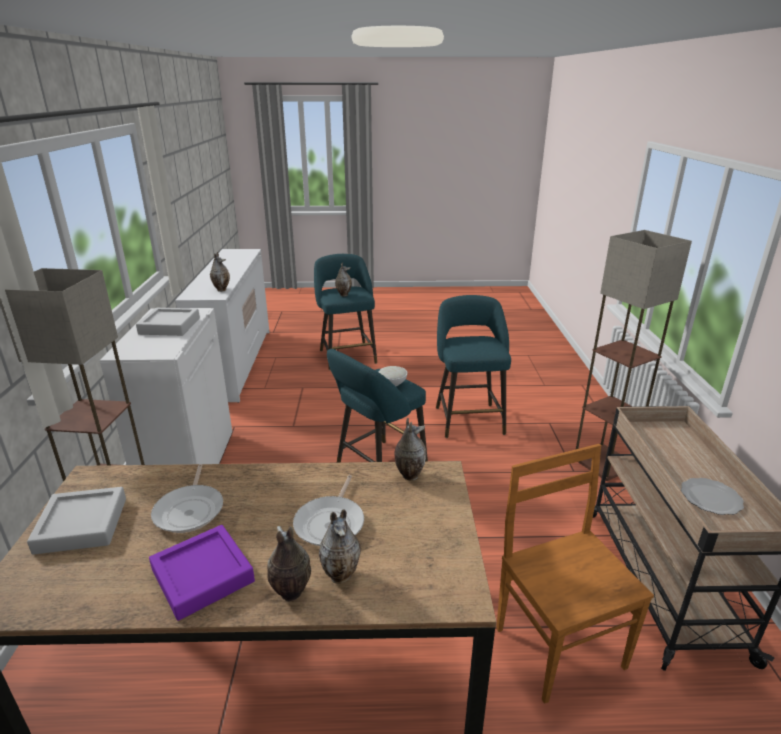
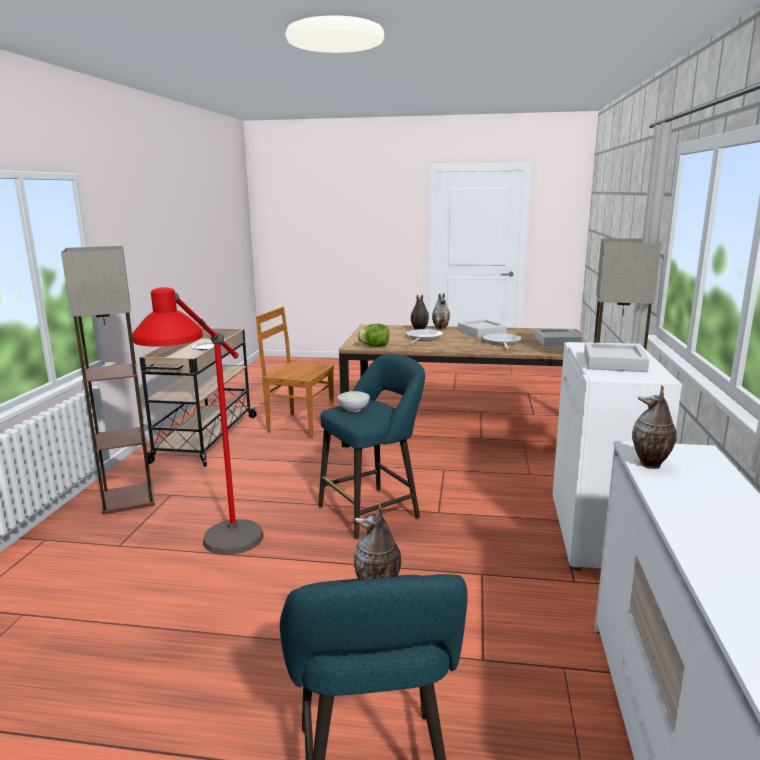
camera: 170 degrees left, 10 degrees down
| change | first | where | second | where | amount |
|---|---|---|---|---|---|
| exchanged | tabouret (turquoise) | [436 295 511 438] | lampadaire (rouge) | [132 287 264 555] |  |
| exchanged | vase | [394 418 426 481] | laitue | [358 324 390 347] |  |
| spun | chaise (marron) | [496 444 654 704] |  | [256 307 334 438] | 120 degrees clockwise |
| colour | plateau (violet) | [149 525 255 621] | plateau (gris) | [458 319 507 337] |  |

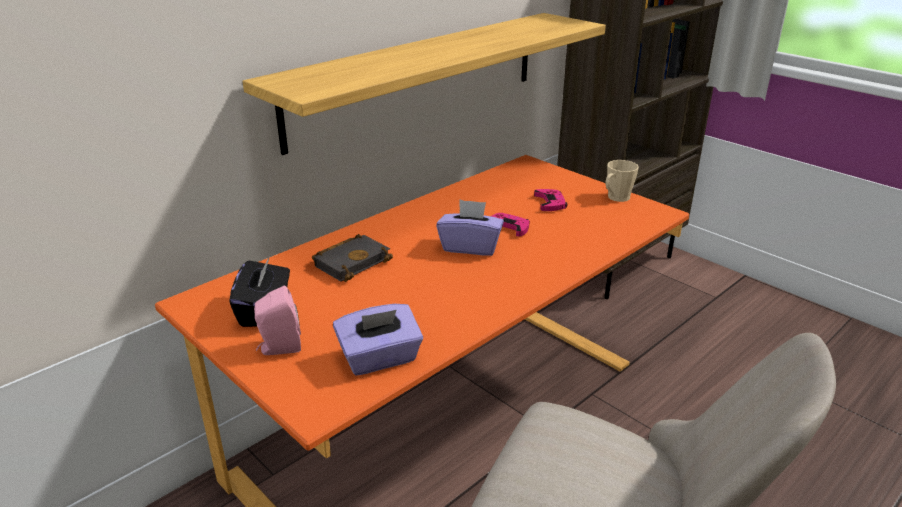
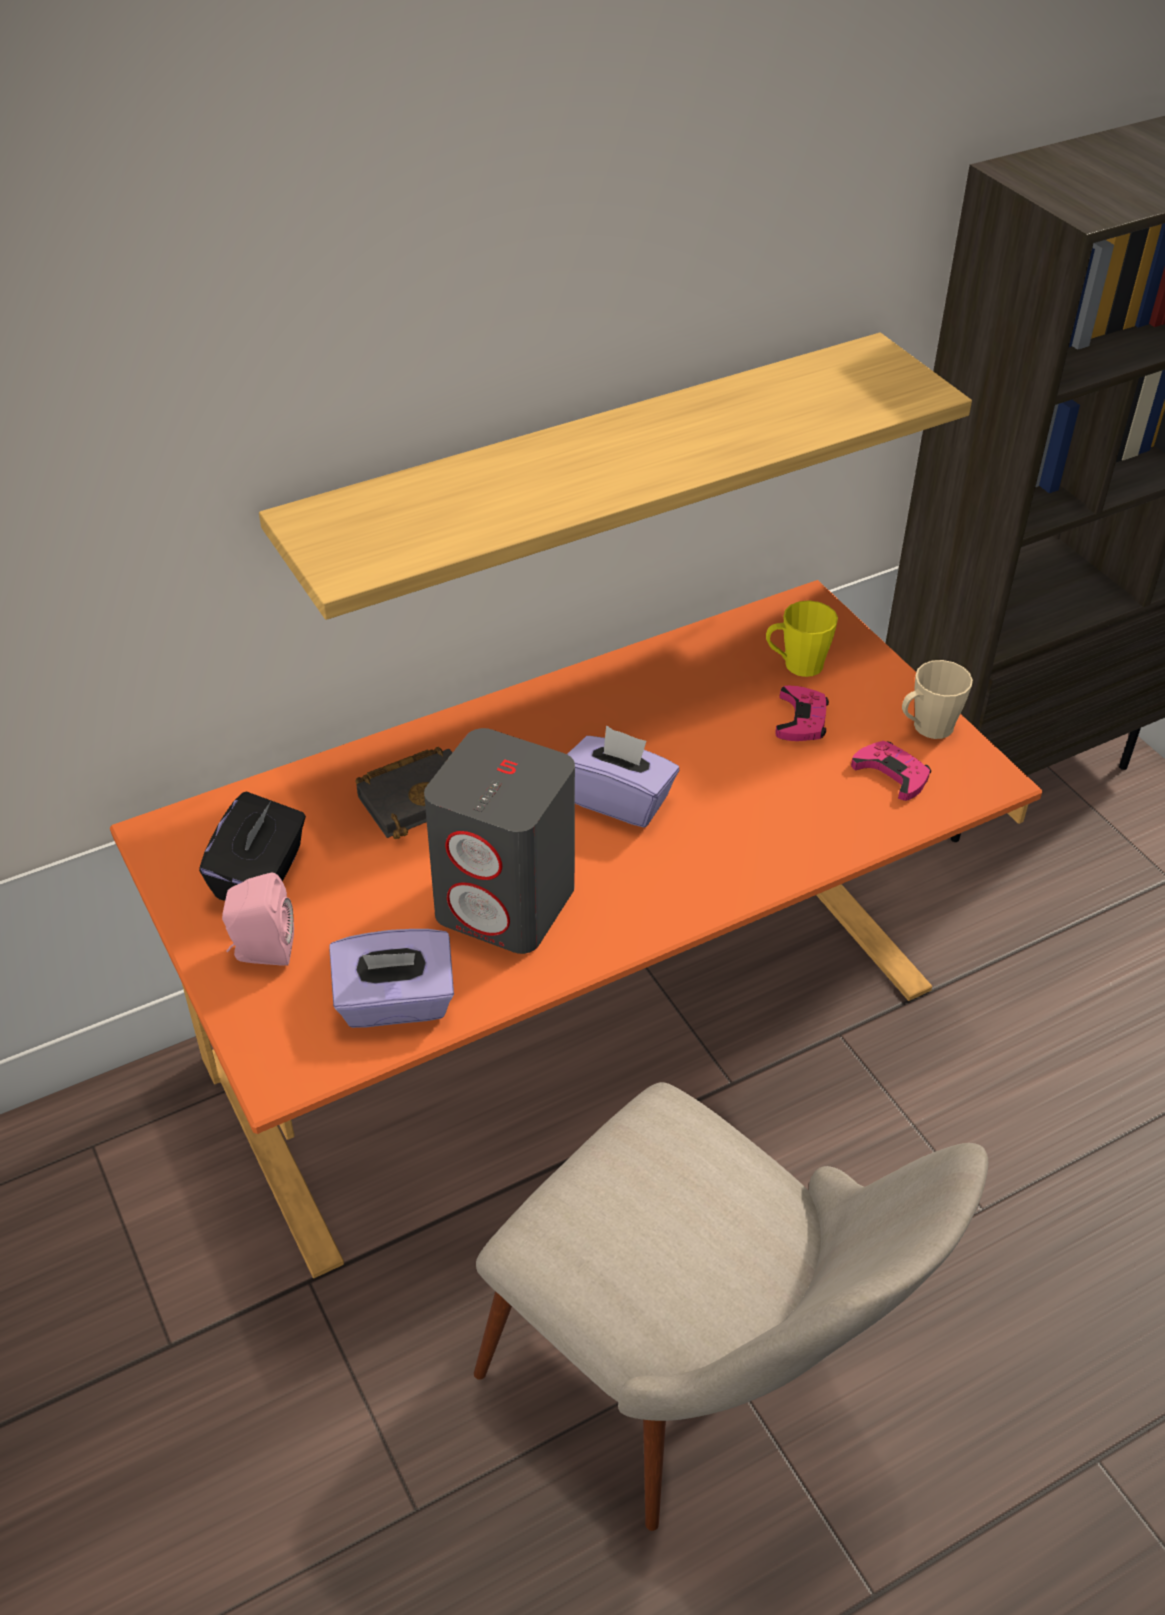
camera: 15 degrees right, 15 degrees up
| change | first | where | second | where | amount |
|---|---|---|---|---|---|
| relocated | manette (rose) | [491 213 530 236] |  | [851 741 931 801] |  |
| appeared |  |  | mug (jaune) | [766 600 838 677] |  |
| appeared |  |  | enceinte (gris) | [424 728 575 954] |  |

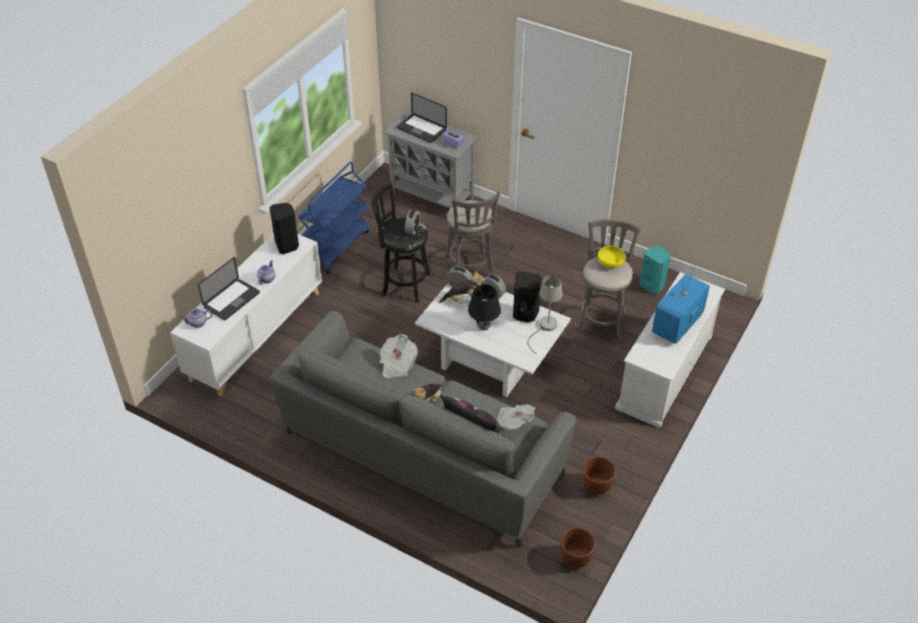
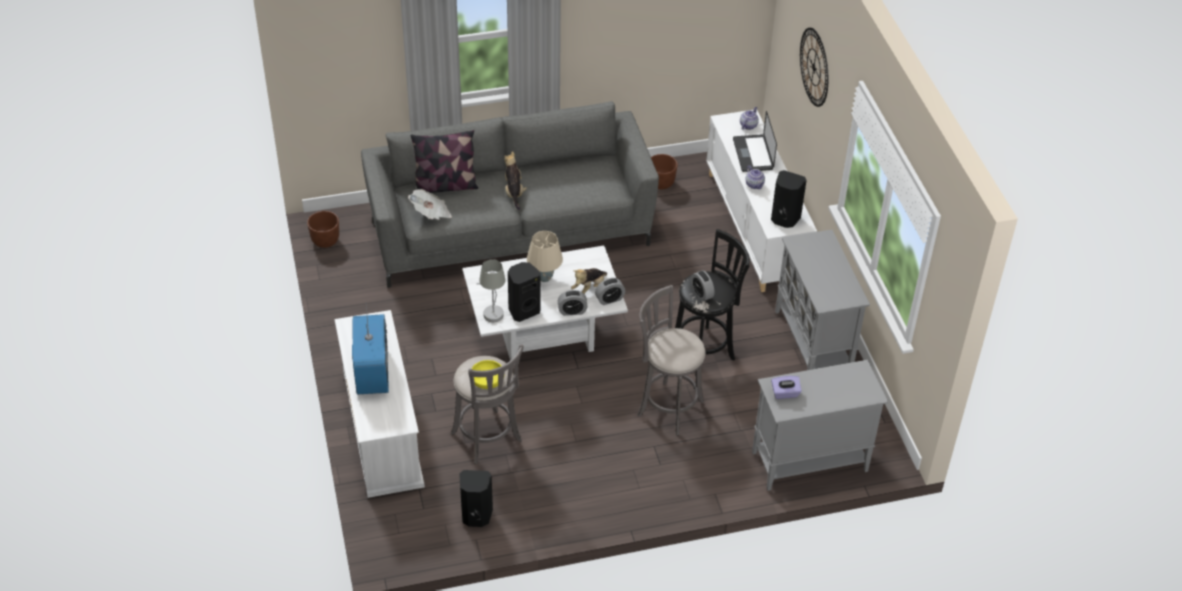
camera: 135 degrees right, 0 degrees up
| change | first | where | second | where | amount |
|---|---|---|---|---|---|
| missing | ordinateur portable | [397 92 447 143] |  |  |  |
| exchanged | chariot (bleu) | [298 161 370 274] | meuble de rangement (gris) | [775 230 870 370] |  |
| colour | enceinte (turquoise) | [639 246 671 294] | enceinte (noir) | [459 470 493 527] |  |
| colour | lampe de table (noir) | [468 284 501 331] | lampe de table (beige) | [527 231 563 282] |  |
| missing | journal | [379 334 418 378] |  |  |  |
| relocated | cache-pot (marron) | [583 457 616 495] |  | [651 154 678 189] |  |
| appeared |  |  | horloge murale | [800 28 828 107] |  |

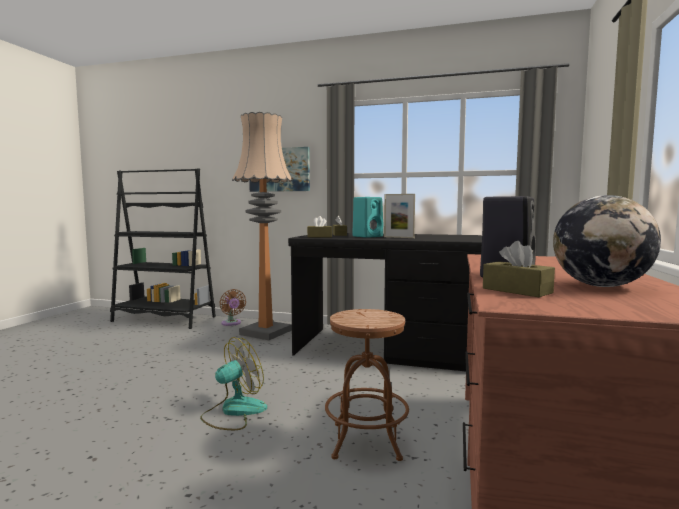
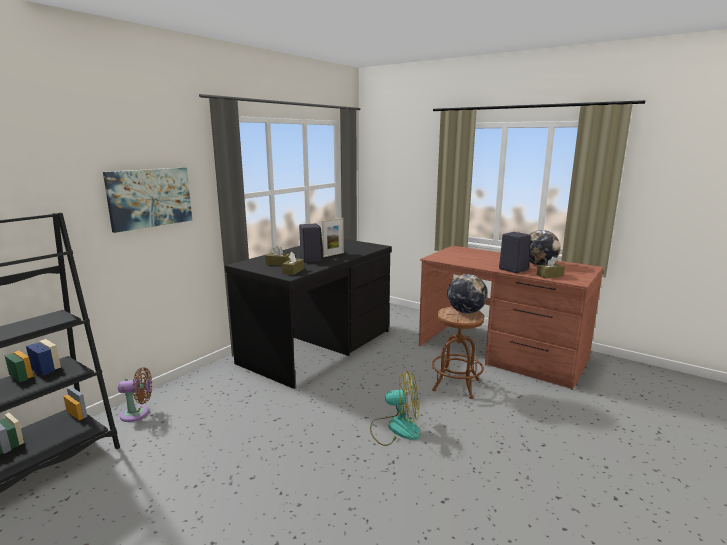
camera: 70 degrees left, 10 degrees up
| change | first | where | second | where | amount |
|---|---|---|---|---|---|
| missing | lampadaire | [232 112 293 340] |  |  |  |
| colour | enceinte (turquoise) | [352 197 384 238] | enceinte (noir) | [299 224 323 263] |  |
| spun | ventilateur | [200 337 267 430] |  | [370 371 421 446] | 120 degrees clockwise |
| appeared |  |  | globe | [447 274 488 314] |  |

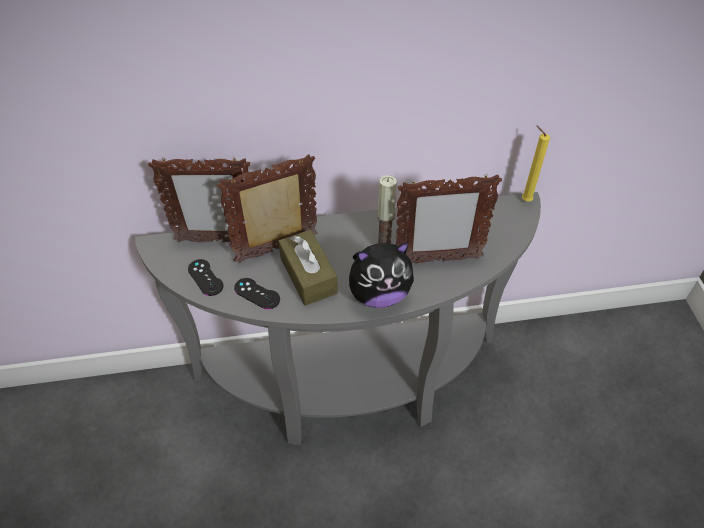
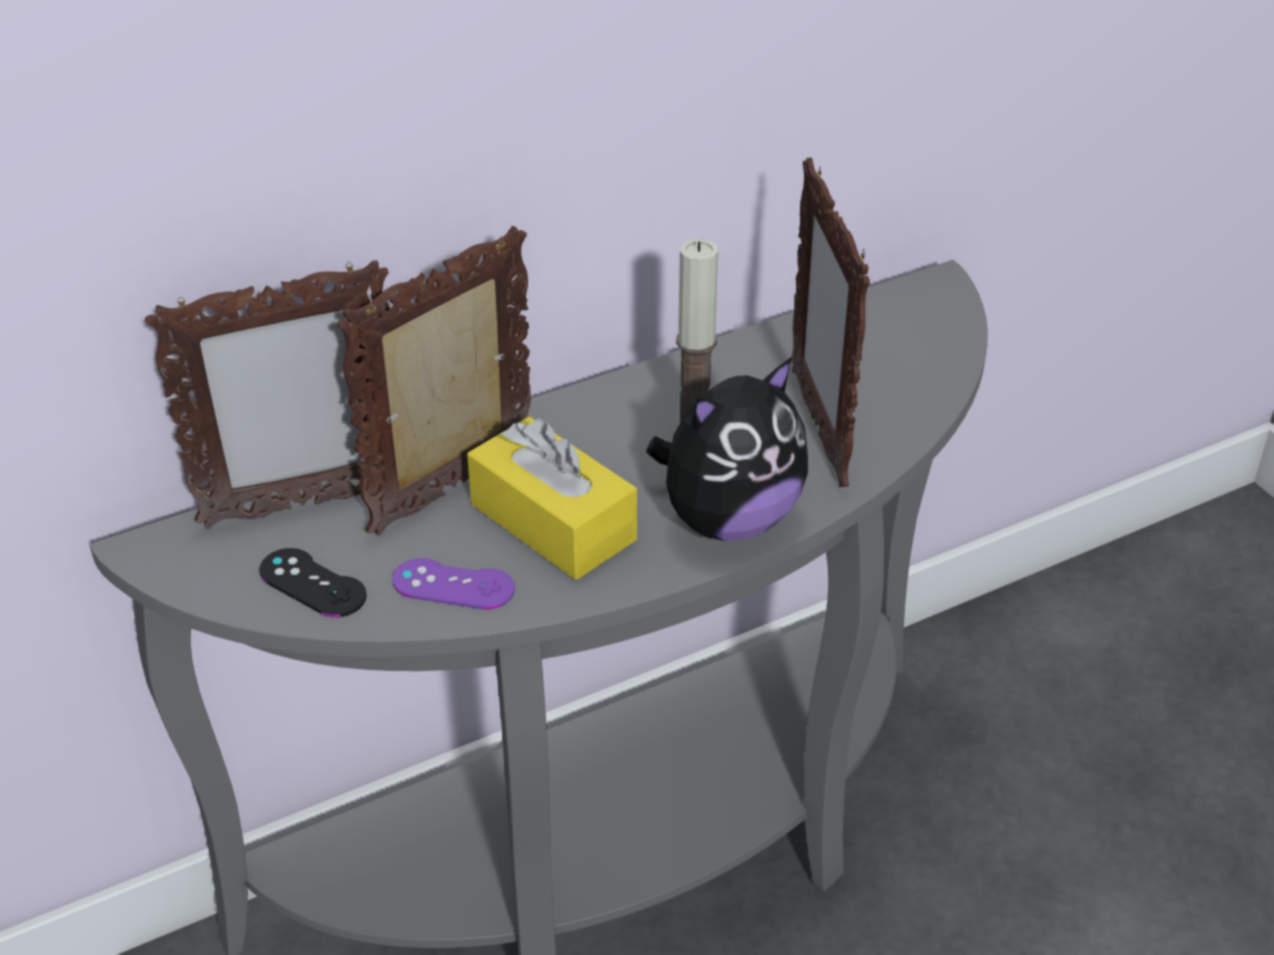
camera: 20 degrees left, 10 degrees down
| change | first | where | second | where | amount |
|---|---|---|---|---|---|
| missing | bougie (jaune) | [522 126 550 202] |  |  |  |
| spun | cadre photo | [396 174 502 263] |  | [791 157 870 487] | 105 degrees clockwise |
| colour | boîte à mouchoirs (marron) | [278 230 338 306] | boîte à mouchoirs (jaune) | [467 416 637 580] |  |
| colour | manette (noir) | [234 278 280 309] | manette (violet) | [392 558 515 610] |  |

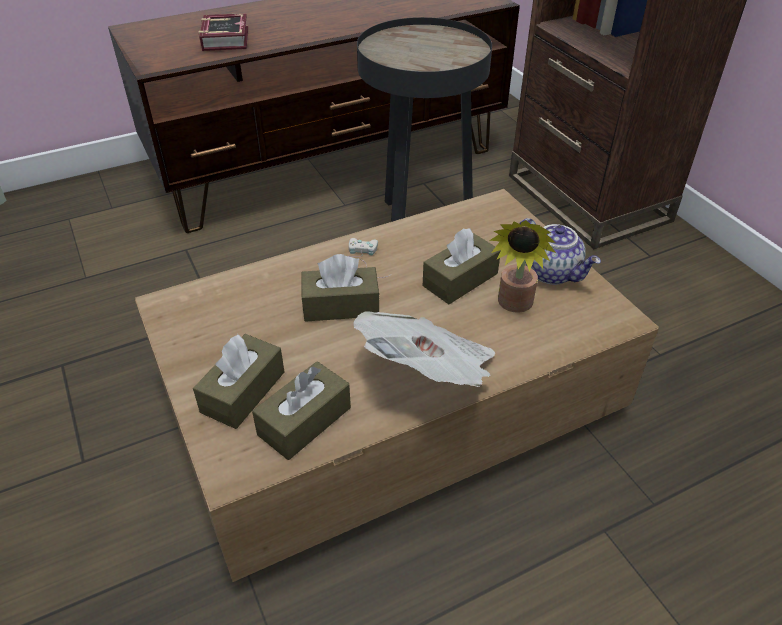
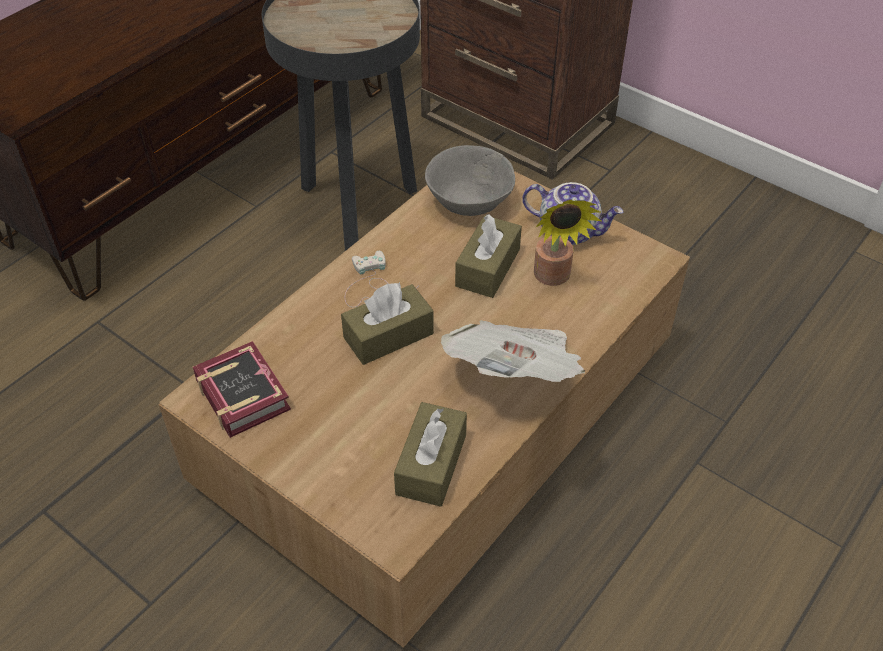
camera: 25 degrees left, 5 degrees up
| change | first | where | second | where | amount |
|---|---|---|---|---|---|
| relocated | livre | [198 13 248 51] |  | [193 341 291 438] |  |
| missing | boîte à mouchoirs (marron) | [193 334 284 429] |  |  |  |
| appeared |  |  | bol (gris) | [425 145 515 216] |  |

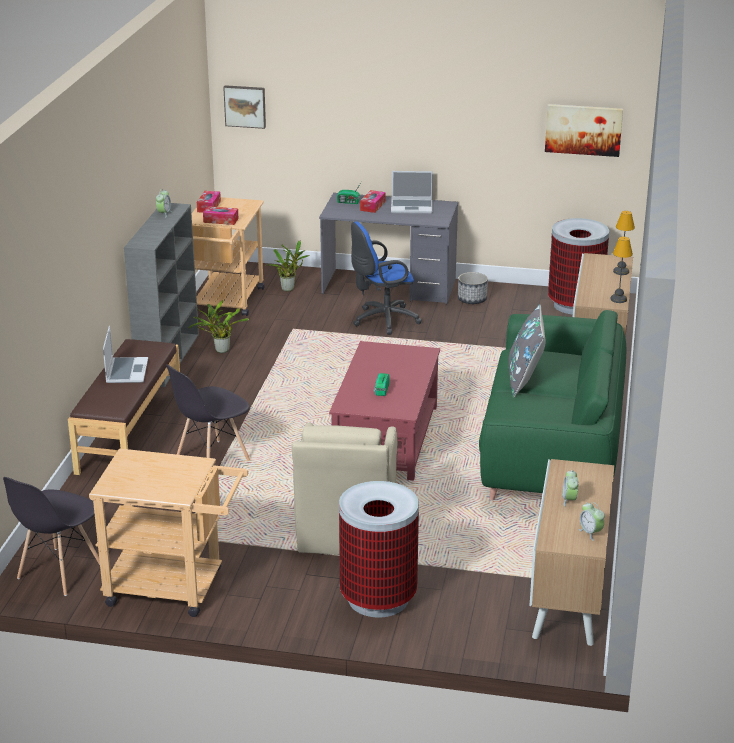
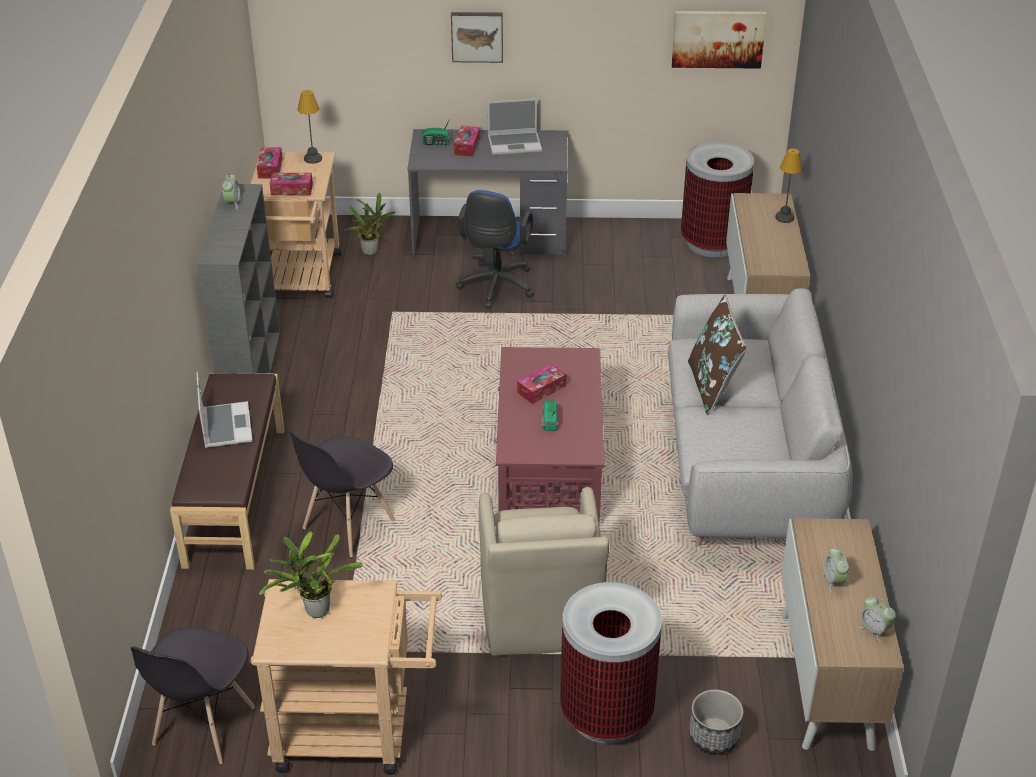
camera: 10 degrees left, 10 degrees up
| change | first | where | second | where | amount |
|---|---|---|---|---|---|
| relocated | tableau | [223 85 266 129] |  | [451 12 503 63] |  |
| spun | chaise de bureau (bleu) | [351 221 422 335] |  | [456 190 534 308] | 45 degrees counterclockwise |
| relocated | lampe de table | [610 237 633 303] |  | [297 90 322 164] |  |
| relocated | cache-pot | [458 272 488 304] |  | [689 689 743 754] |  |
| relocated | plante en pot | [188 300 249 353] |  | [259 531 363 618] |  |
| colour | coussin (gris) | [509 304 545 398] | coussin (marron) | [688 295 747 415] |  |
| colour | canapé (vert) | [479 310 626 500] | canapé (gris) | [668 288 853 546] |  |
| appeared |  |  | boîte à mouchoirs | [517 364 566 404] |  |

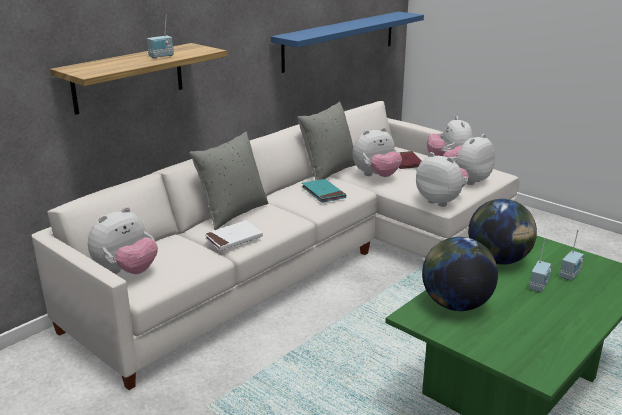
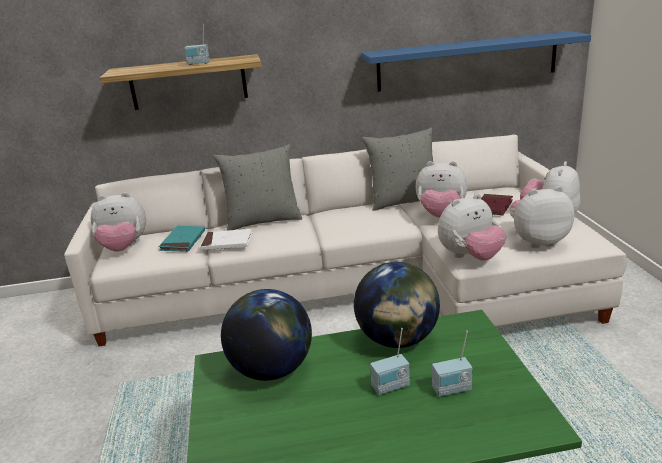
camera: 40 degrees right, 0 degrees up
| change | first | where | second | where | amount |
|---|---|---|---|---|---|
| spun | peluche | [416 152 469 207] |  | [438 194 506 261] | 75 degrees clockwise |
| relocated | livre (turquoise) | [301 179 346 203] |  | [159 226 205 252] |  |

